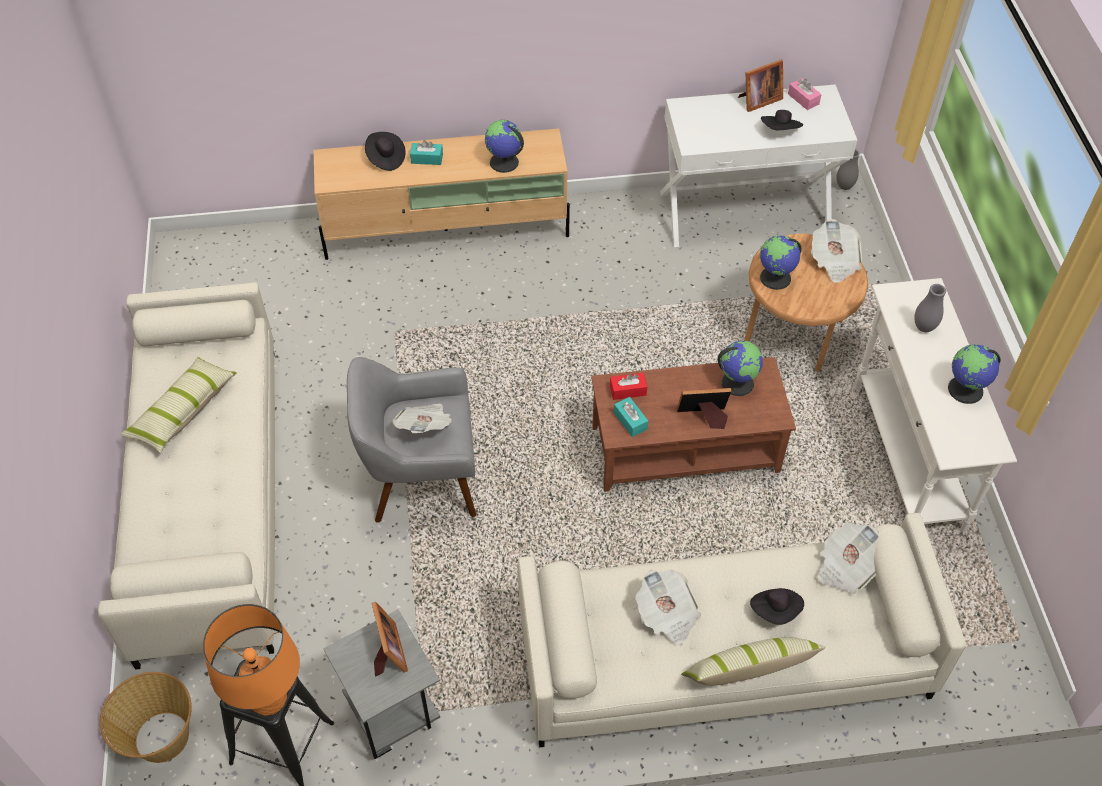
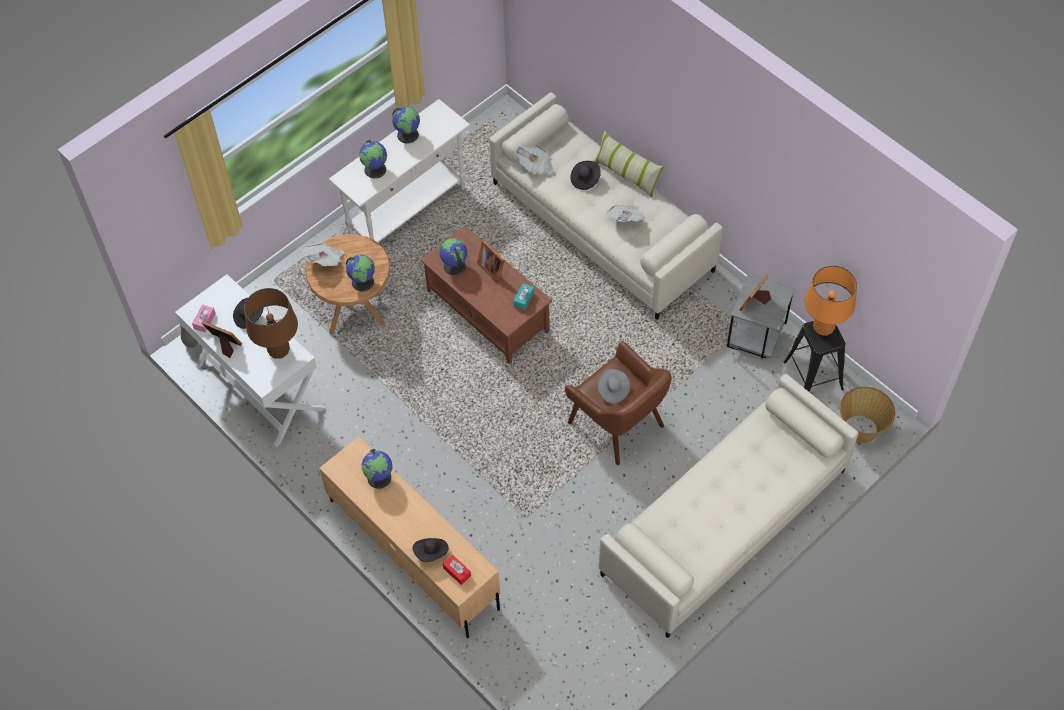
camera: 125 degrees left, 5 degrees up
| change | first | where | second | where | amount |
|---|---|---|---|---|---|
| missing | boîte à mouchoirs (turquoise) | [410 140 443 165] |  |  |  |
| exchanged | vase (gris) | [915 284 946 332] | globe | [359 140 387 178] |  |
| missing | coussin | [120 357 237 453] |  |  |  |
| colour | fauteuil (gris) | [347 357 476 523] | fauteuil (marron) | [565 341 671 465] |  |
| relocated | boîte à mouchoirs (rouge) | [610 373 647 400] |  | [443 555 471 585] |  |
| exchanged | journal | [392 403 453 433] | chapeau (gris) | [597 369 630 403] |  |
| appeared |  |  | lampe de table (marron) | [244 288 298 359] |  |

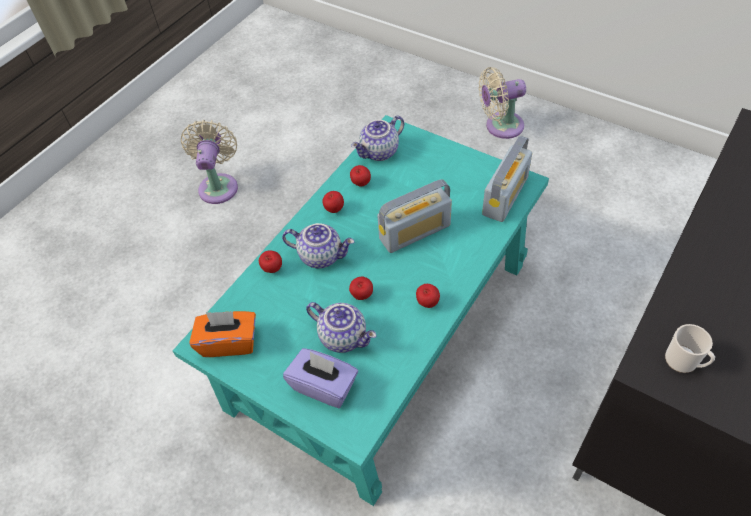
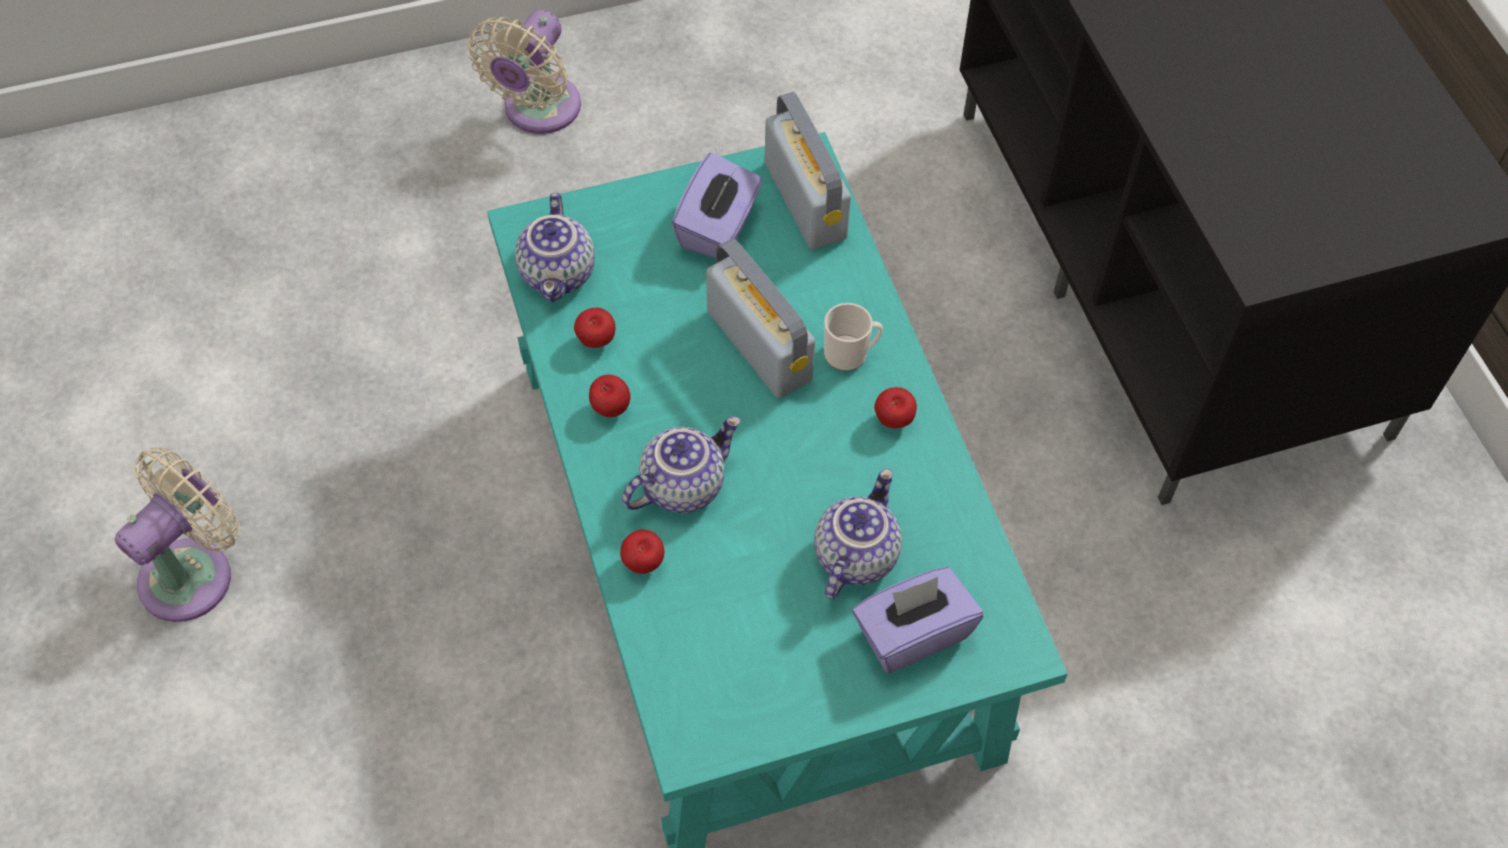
camera: 55 degrees left, 5 degrees up
| change | first | where | second | where | amount |
|---|---|---|---|---|---|
| spun | ventilateur (beige) | [181 120 238 204] |  | [115 447 240 622] | 90 degrees clockwise |
| spun | radio | [378 179 452 253] |  | [706 238 815 398] | 45 degrees counterclockwise |
| missing | pomme | [349 277 373 300] |  |  |  |
| spun | théière | [306 302 376 353] |  | [814 469 902 599] | 45 degrees counterclockwise |
| missing | boîte à mouchoirs (orange) | [189 311 256 357] |  |  |  |
| relocated | mug | [665 324 715 373] |  | [824 303 883 371] |  |
| appeared |  |  | boîte à mouchoirs (violet) | [672 153 762 258] |  |

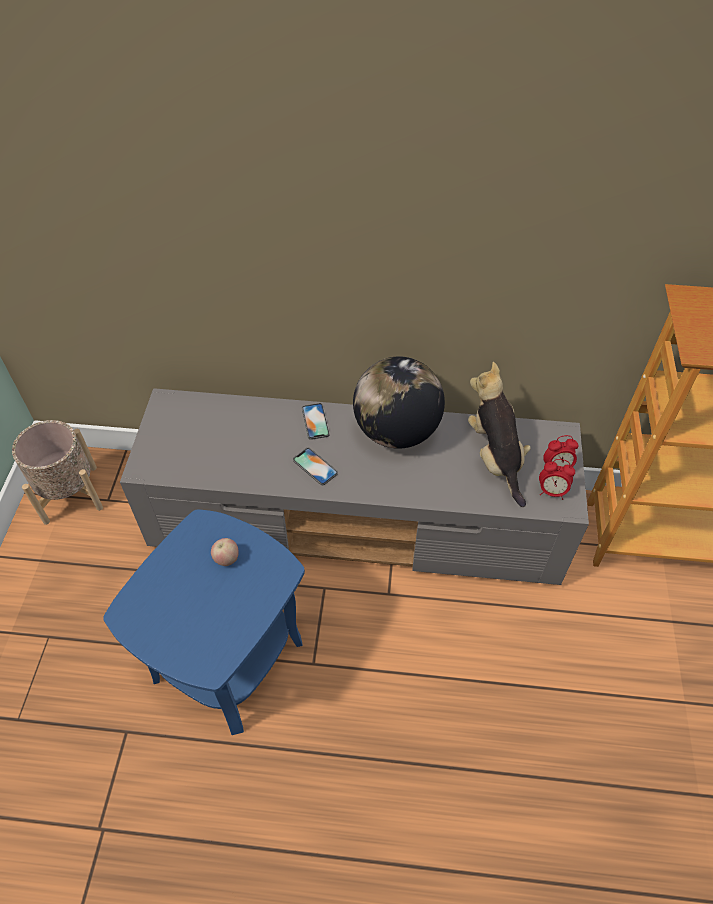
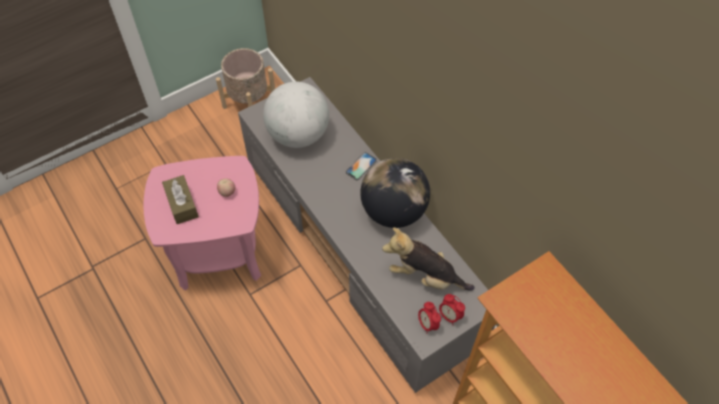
camera: 50 degrees right, 5 degrees up
| change | first | where | second | where | amount |
|---|---|---|---|---|---|
| spun | peluche | [468 362 531 507] |  | [382 228 475 291] | 105 degrees counterclockwise |
| missing | téléphone | [293 448 338 485] |  |  |  |
| colour | table d'appoint (bleu) | [103 509 305 735] | table d'appoint (rose) | [143 156 261 291] |  |
| appeared |  |  | globe | [263 82 329 148] |  |
| appeared |  |  | boîte à mouchoirs (marron) | [162 175 199 224] |  |

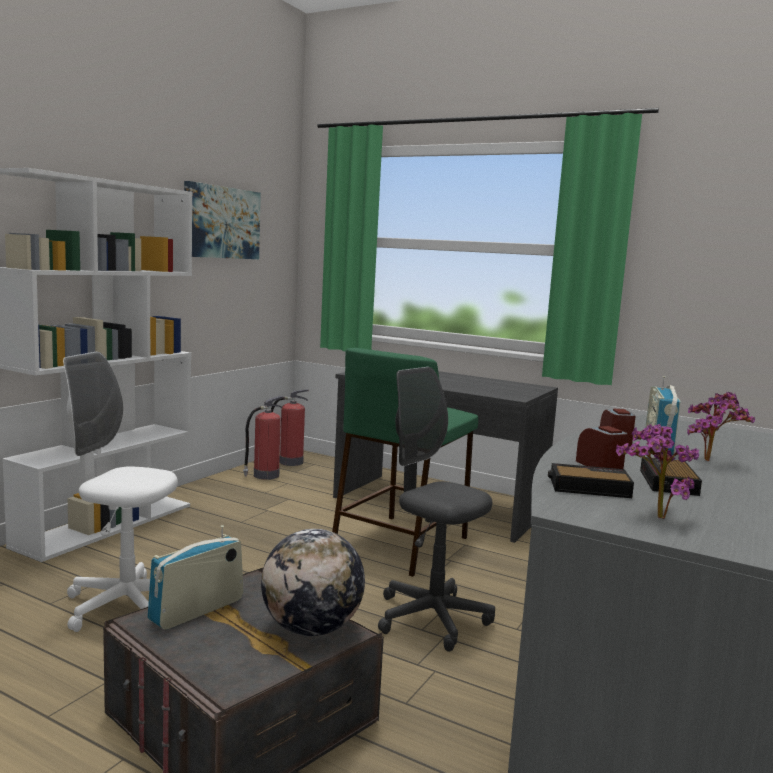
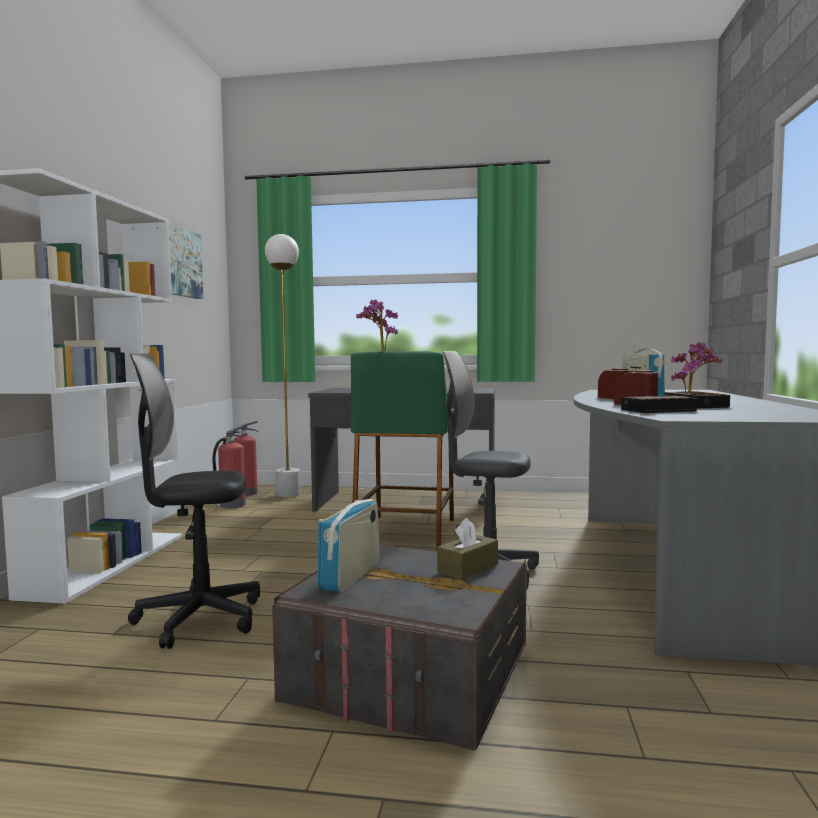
camera: 20 degrees left, 5 degrees down
| change | first | where | second | where | amount |
|---|---|---|---|---|---|
| colour | chaise de bureau (blanc) | [63 352 178 632] | chaise de bureau (noir) | [128 354 260 649] |  |
| relocated | plante en pot | [616 424 699 519] |  | [356 300 398 351] |  |
| exchanged | globe | [261 529 365 636] | boîte à mouchoirs (marron) | [437 518 498 580] |  |
| appeared |  |  | lampadaire (blanc) | [265 234 300 497] |  |

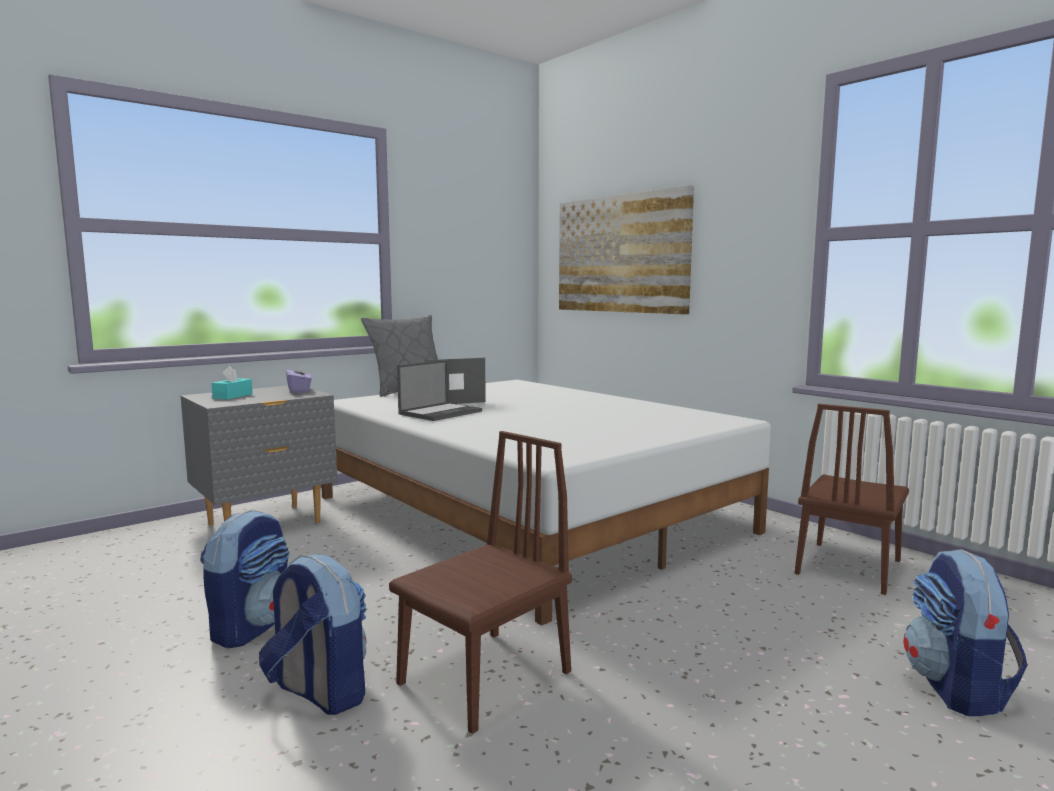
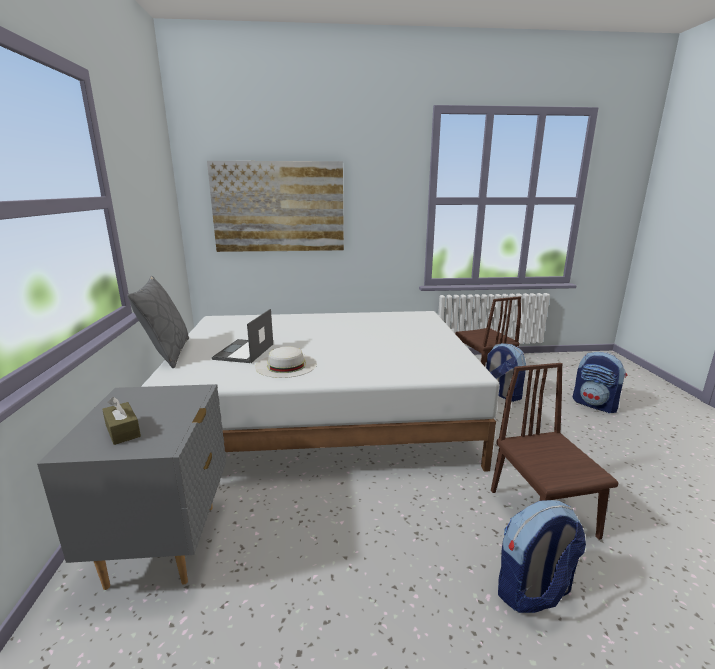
camera: 55 degrees left, 10 degrees up
| change | first | where | second | where | amount |
|---|---|---|---|---|---|
| exchanged | ordinateur portable | [397 360 482 421] | chapeau (blanc) | [255 346 317 378] |  |
| missing | boîte à mouchoirs (violet) | [286 364 312 393] |  |  |  |
| colour | boîte à mouchoirs (turquoise) | [211 366 253 400] | boîte à mouchoirs (marron) | [102 397 141 445] |  |
| relocated | sac à dos | [200 509 290 649] |  | [486 343 526 402] |  |

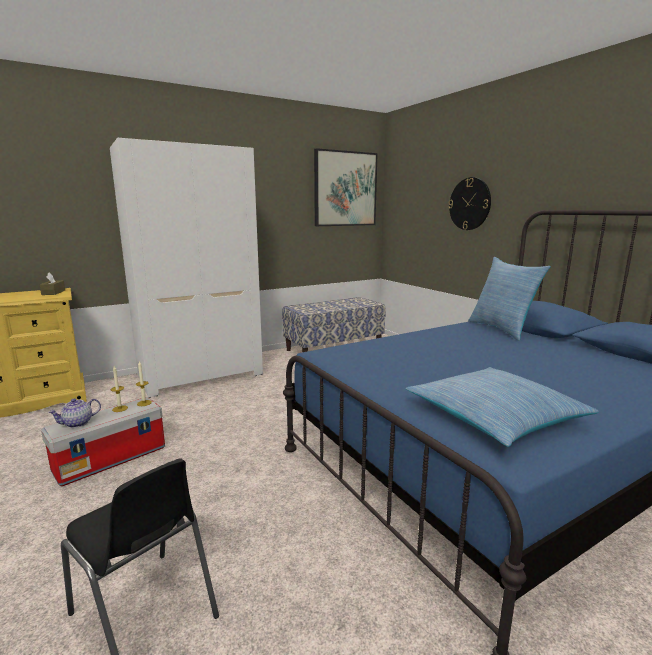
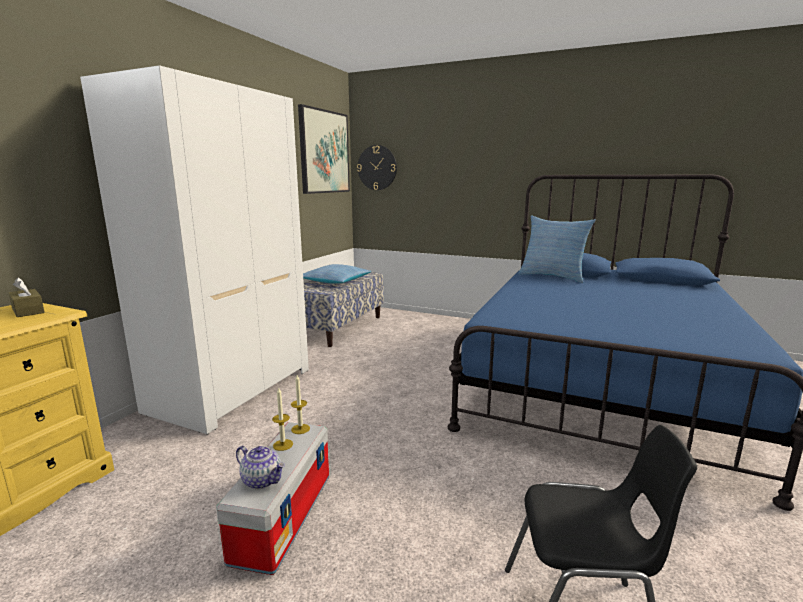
camera: 35 degrees left, 0 degrees up
| change | first | where | second | where | amount |
|---|---|---|---|---|---|
| relocated | horloge murale | [448 177 491 230] |  | [357 145 397 190] |  |
| relocated | coussin | [406 367 599 447] |  | [303 264 371 284] |  |
| spun | théière | [48 398 101 428] |  | [236 446 285 489] | 75 degrees counterclockwise |

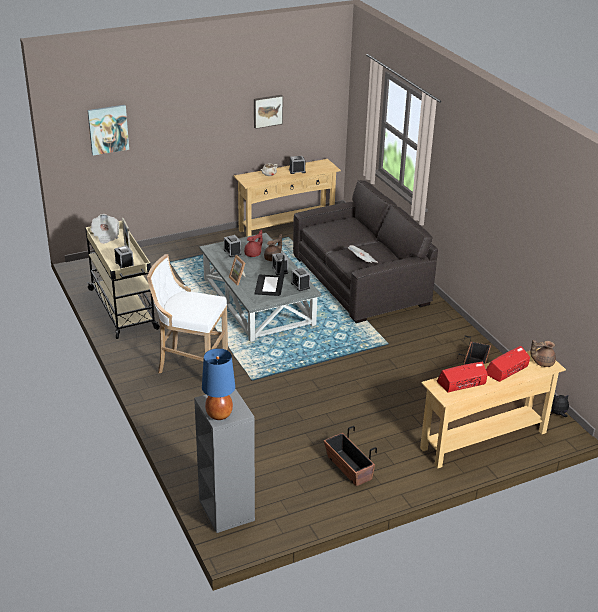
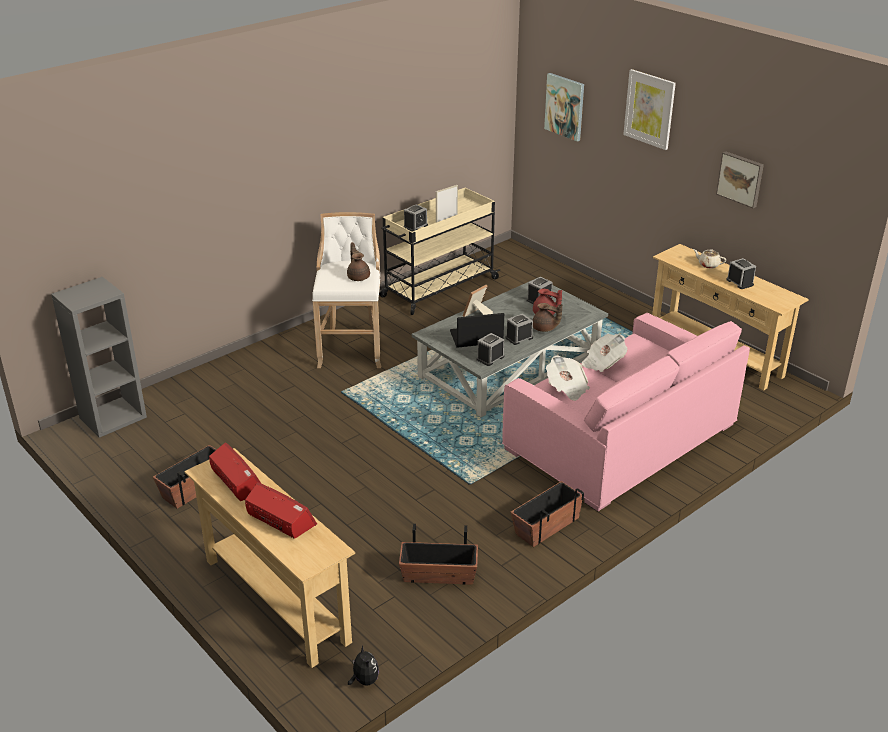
camera: 75 degrees right, 0 degrees up
| change | first | where | second | where | amount |
|---|---|---|---|---|---|
| colour | canapé (gris) | [293 180 438 323] | canapé (rose) | [502 313 750 511] |  |
| relocated | journal | [90 214 119 244] |  | [581 334 627 372] |  |
| relocated | théière (marron) | [530 340 556 367] |  | [347 242 370 281] |  |
| missing | lampe de table (bleu) | [202 348 235 420] |  |  |  |
| appeared |  |  | tableau | [623 69 676 150] |  |
| appeared |  |  | cache-pot | [510 481 584 547] |  |

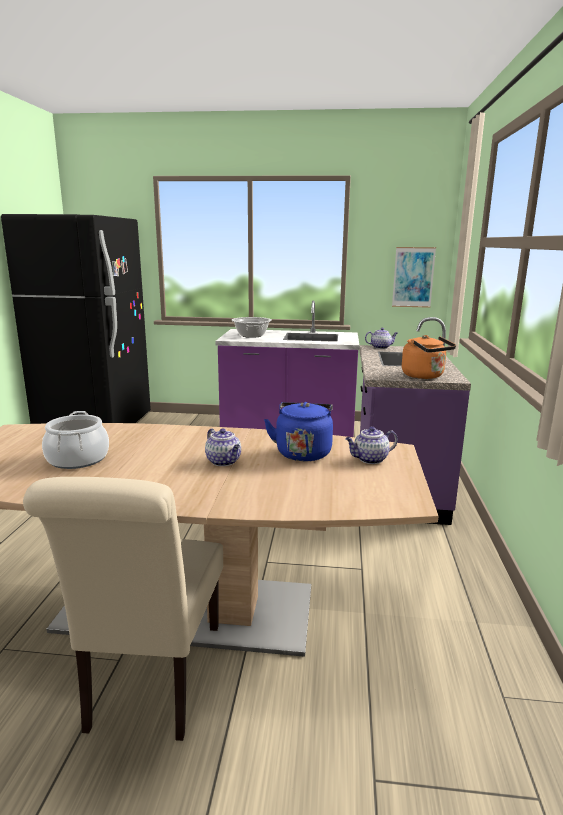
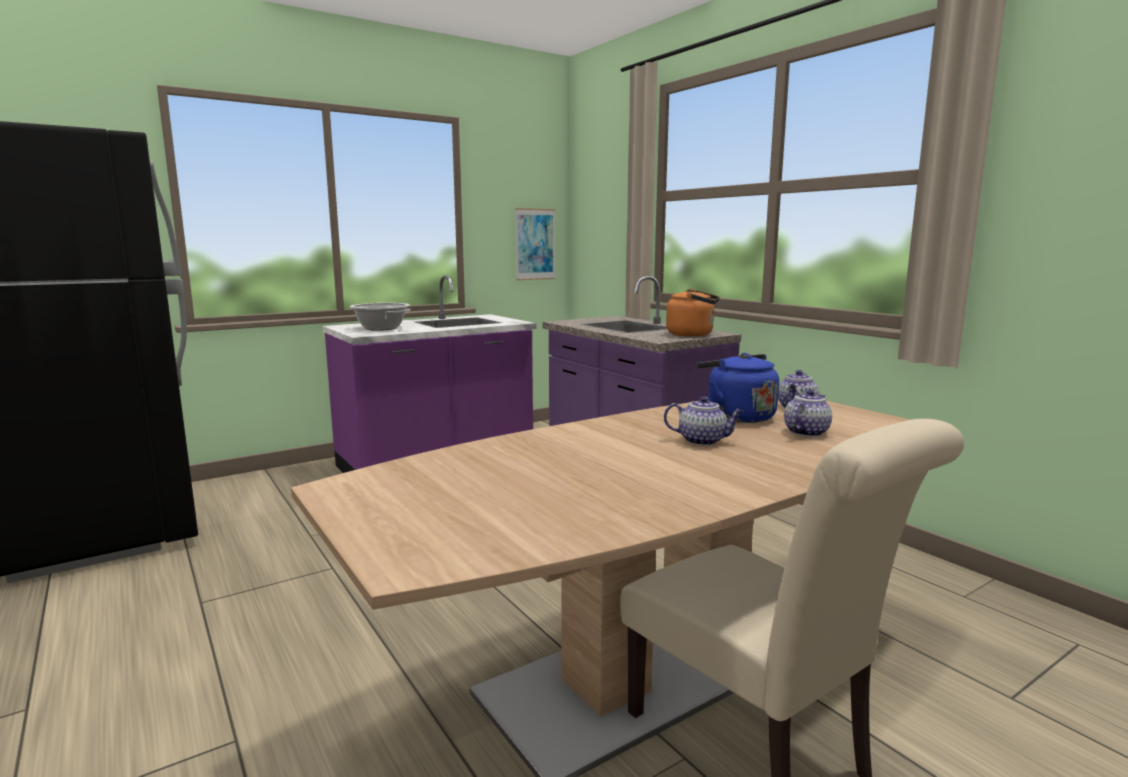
camera: 40 degrees left, 5 degrees down
| change | first | where | second | where | amount |
|---|---|---|---|---|---|
| relocated | théière | [365 328 397 349] |  | [784 389 832 437] |  |
| missing | marmite | [42 411 109 469] |  |  |  |

